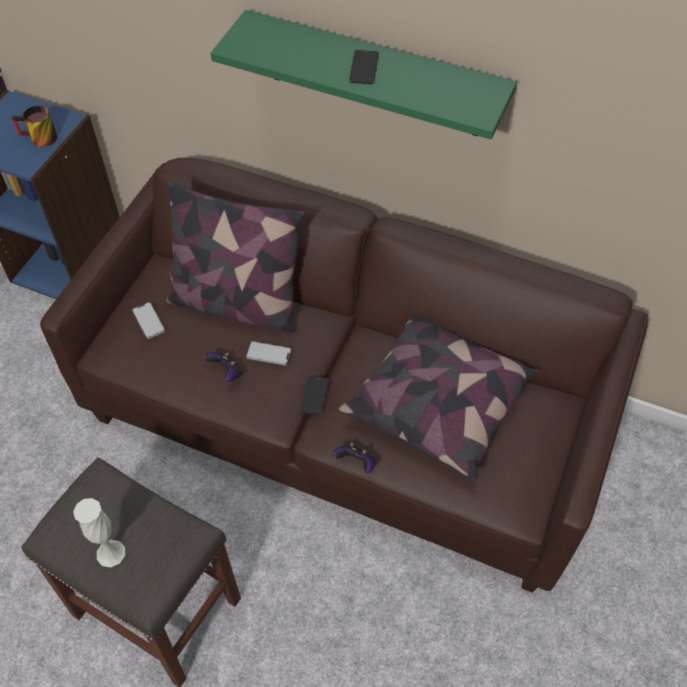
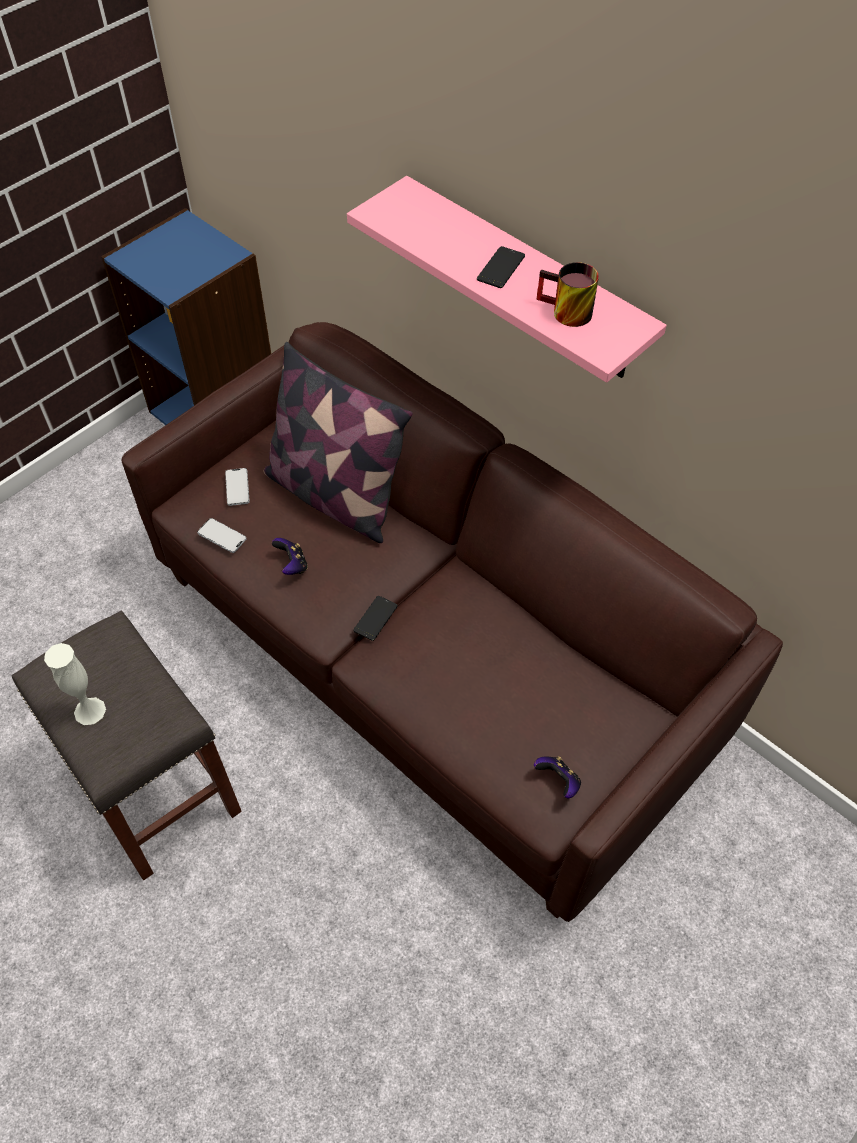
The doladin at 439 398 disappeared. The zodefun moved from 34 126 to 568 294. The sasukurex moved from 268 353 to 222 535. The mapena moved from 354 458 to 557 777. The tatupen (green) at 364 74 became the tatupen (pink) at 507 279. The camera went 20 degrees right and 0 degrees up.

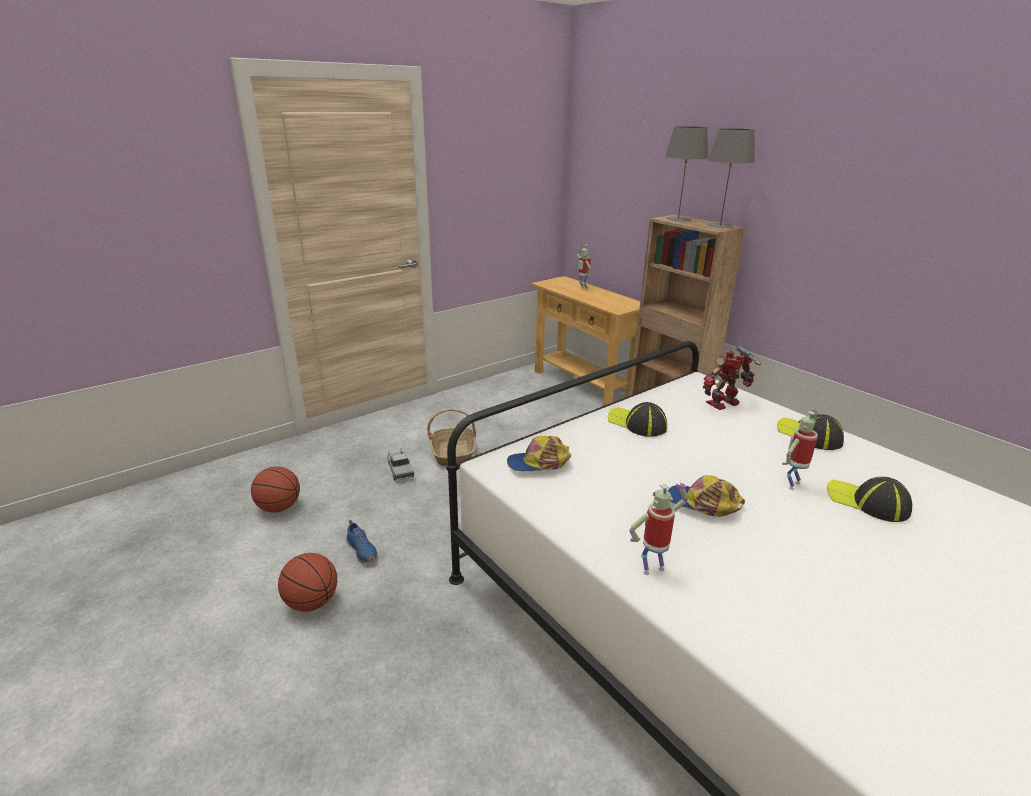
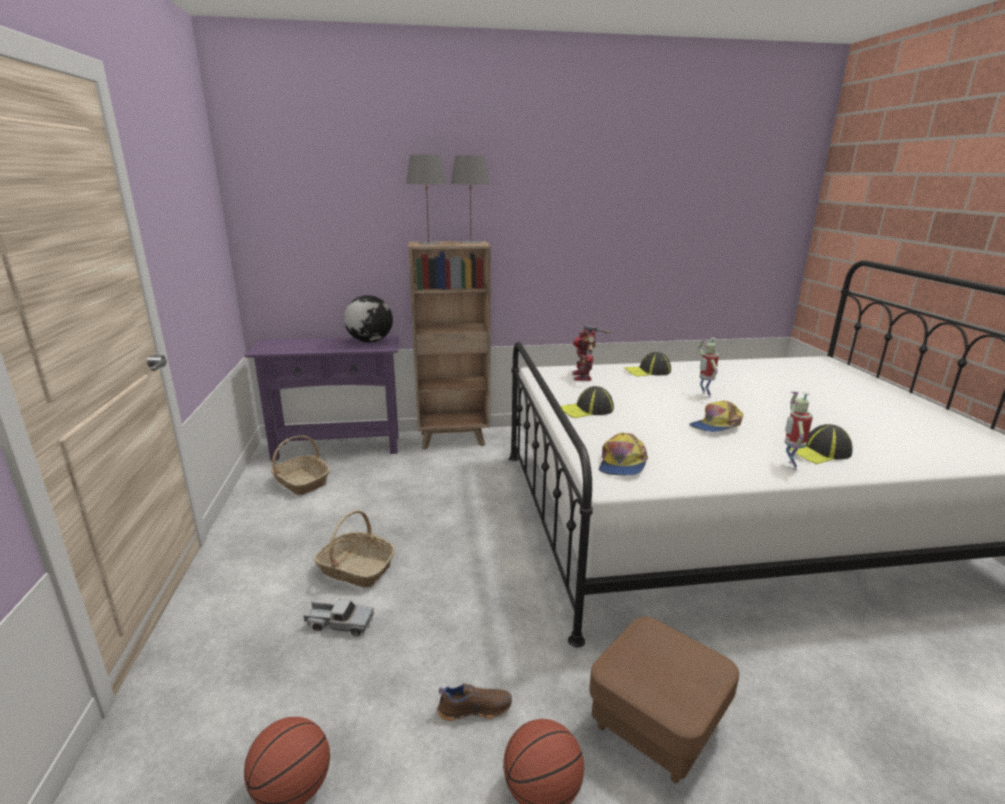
The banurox at 583 267 disappeared. The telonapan at 300 465 appeared. The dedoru at 368 318 appeared. The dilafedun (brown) at 664 700 appeared. The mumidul moved from 869 499 to 821 444. The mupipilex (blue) at 362 541 became the mupipilex (brown) at 474 702. The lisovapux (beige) at 585 341 became the lisovapux (purple) at 322 398. The camera went 60 degrees left and 5 degrees down.

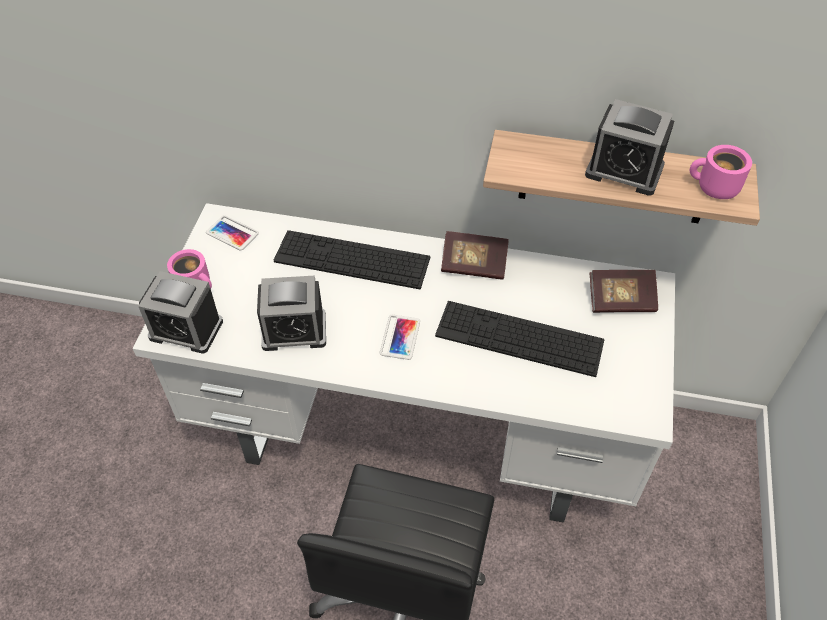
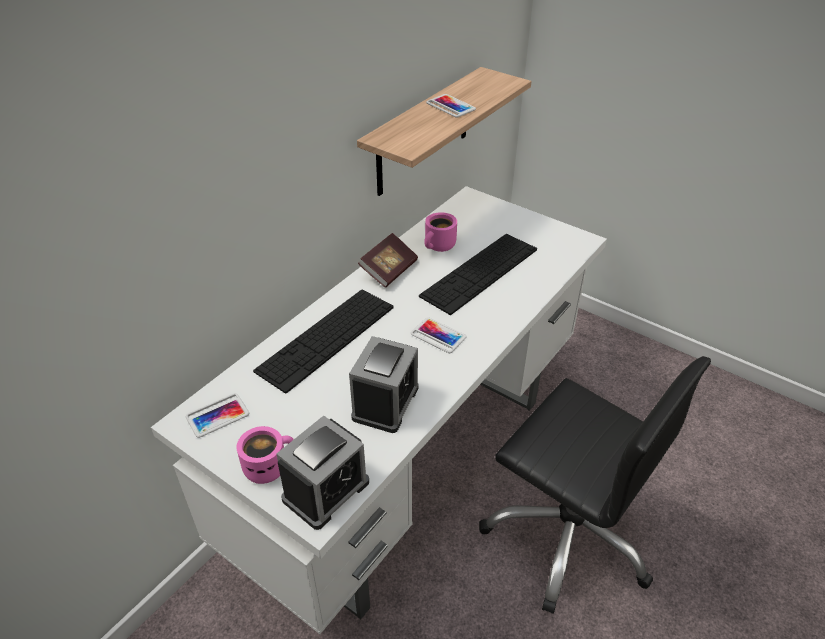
The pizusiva at 624 291 disappeared. The zodefun (pink) moved from 721 172 to 440 232. The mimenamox at 629 147 was replaced by the sasukurex at 451 106. The camera went 65 degrees left and 10 degrees down.

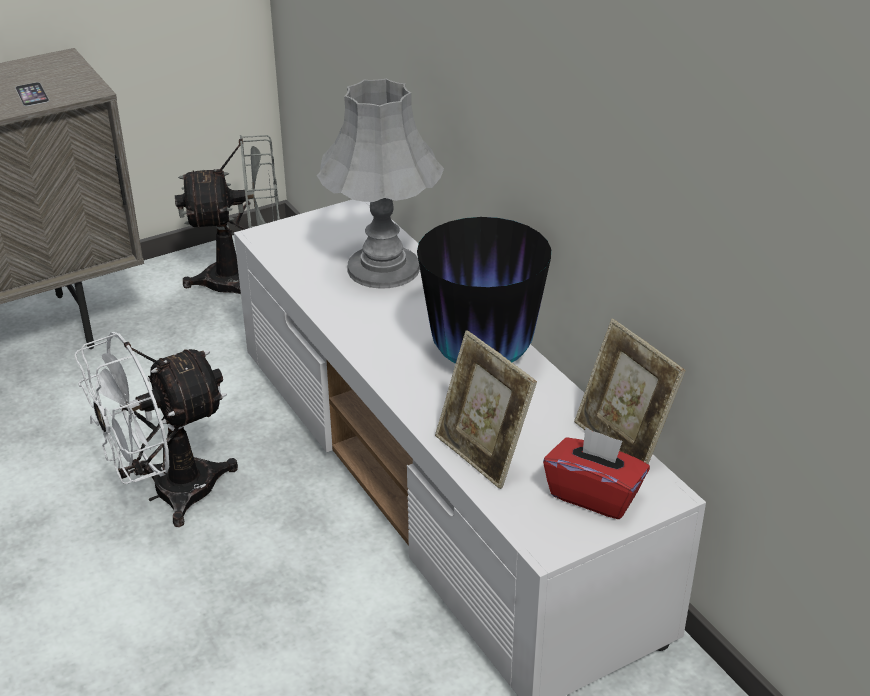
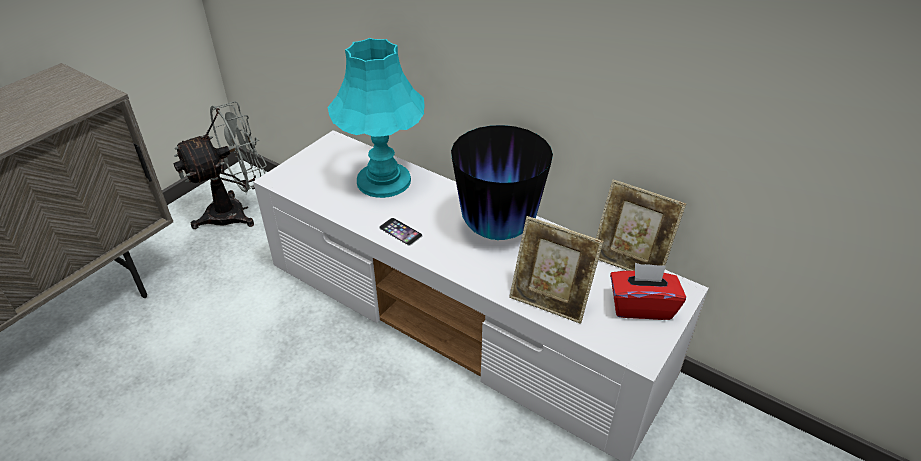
The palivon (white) at 156 429 disappeared. The sasukurex moved from 32 94 to 401 231. The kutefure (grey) at 380 183 became the kutefure (turquoise) at 376 118. The camera went 25 degrees left and 5 degrees up.

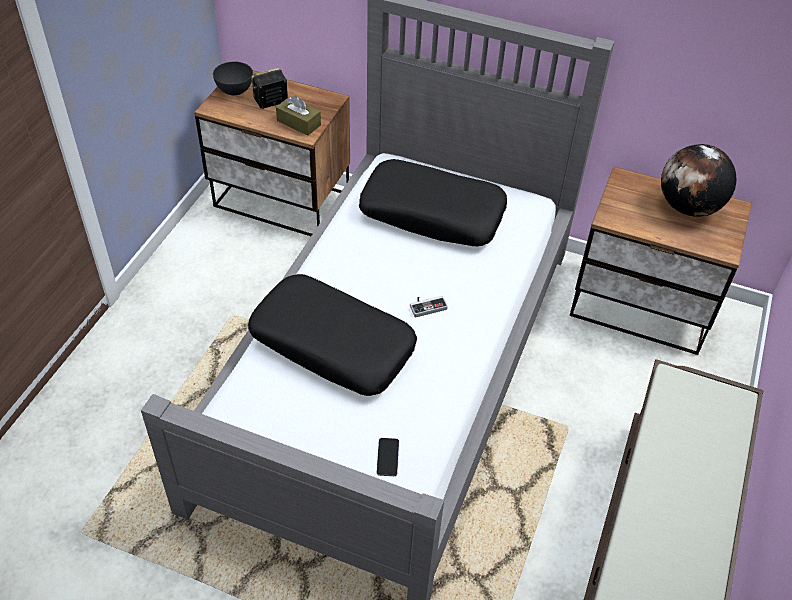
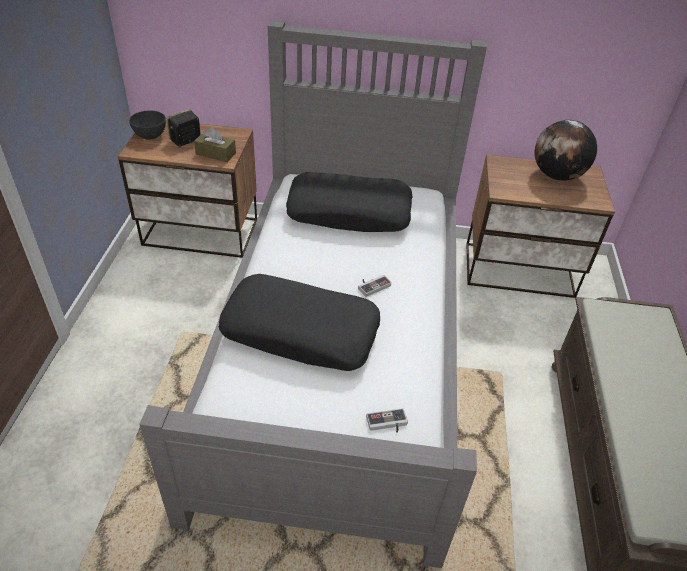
The sasukurex at 388 457 was replaced by the mapena at 387 420. The camera went 15 degrees left and 5 degrees down.

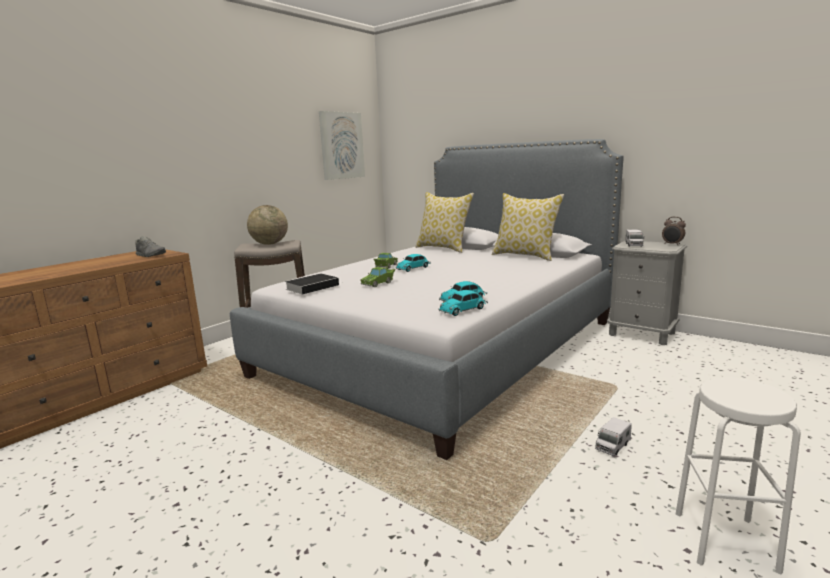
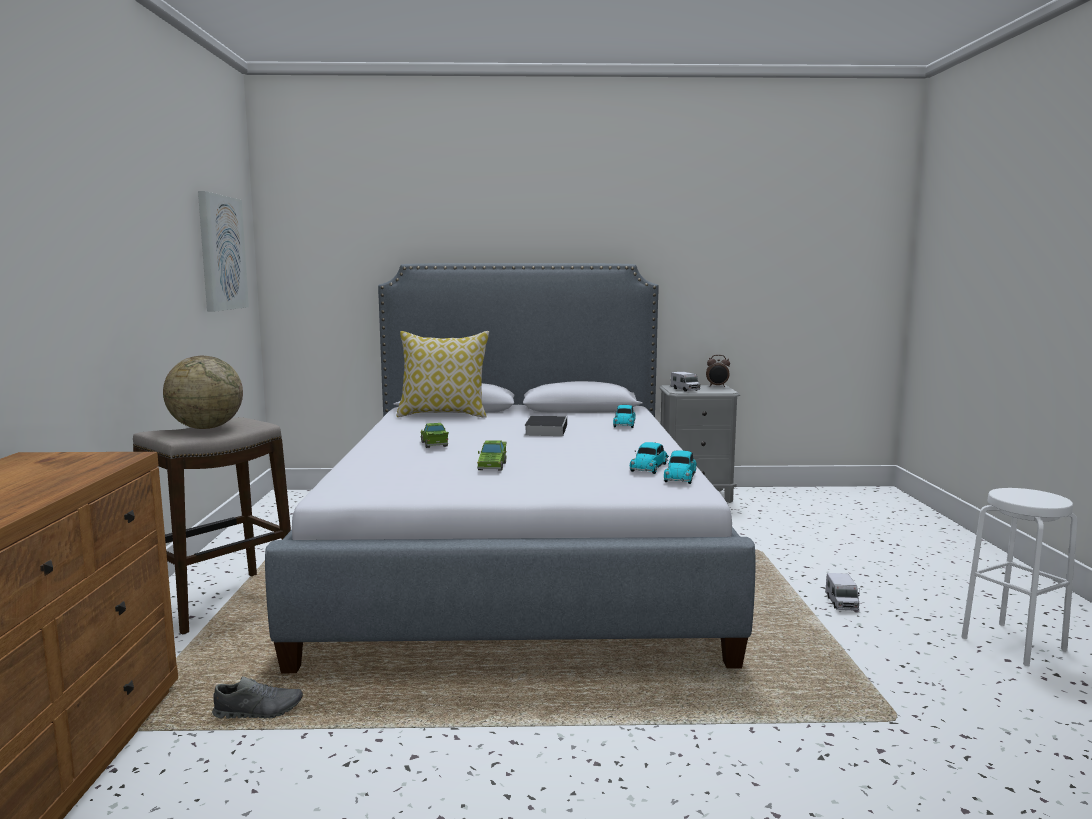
The doladin at 528 227 disappeared. The mupipilex (grey) moved from 151 246 to 257 697. The pizusiva moved from 312 284 to 545 426. The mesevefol moved from 413 263 to 624 416. The camera went 40 degrees left and 5 degrees down.

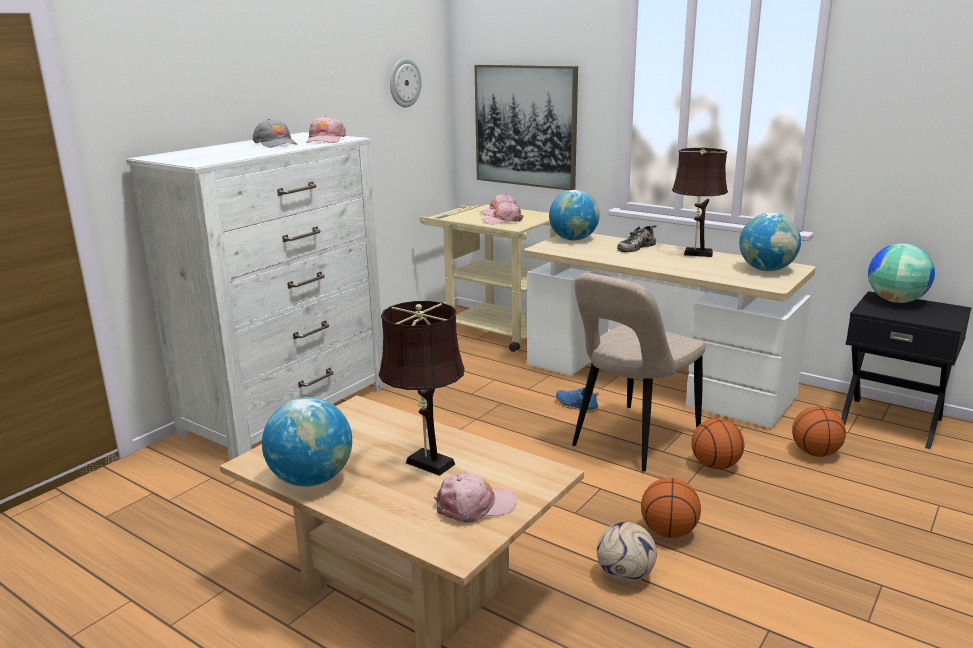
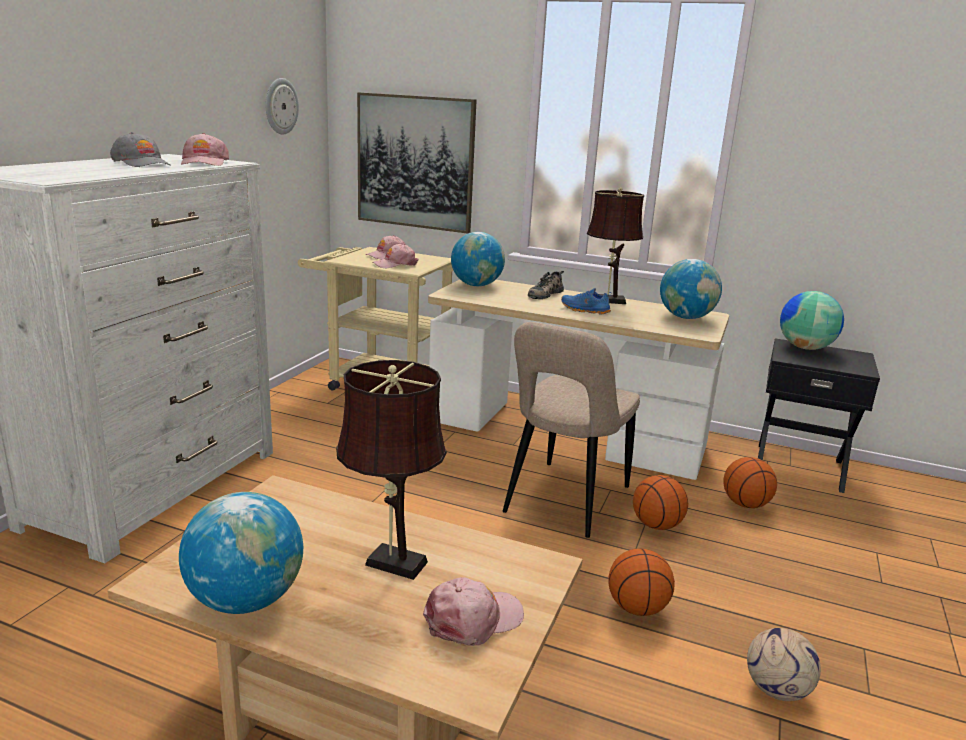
The mupipilex (blue) moved from 577 400 to 586 301. The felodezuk moved from 627 552 to 784 664. The camera went 15 degrees left and 0 degrees up.

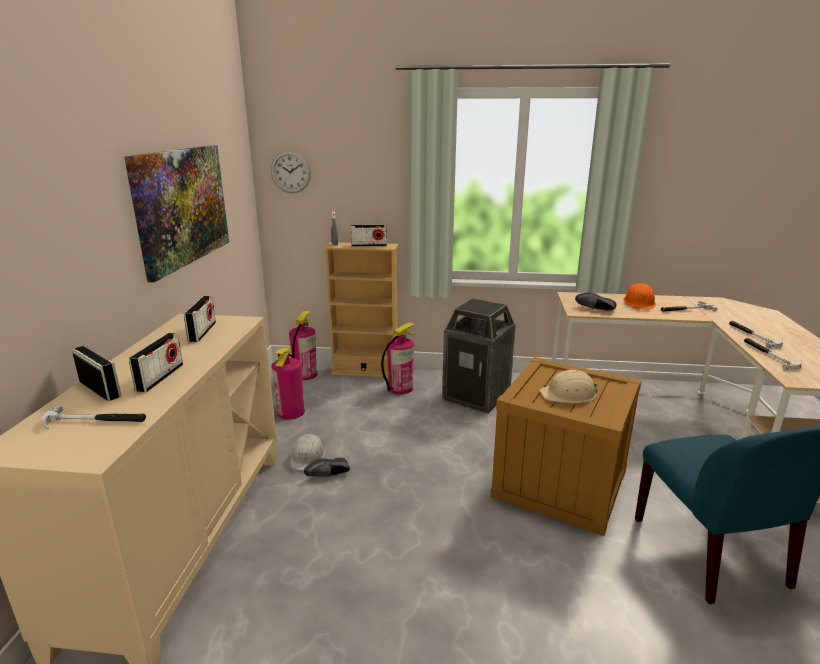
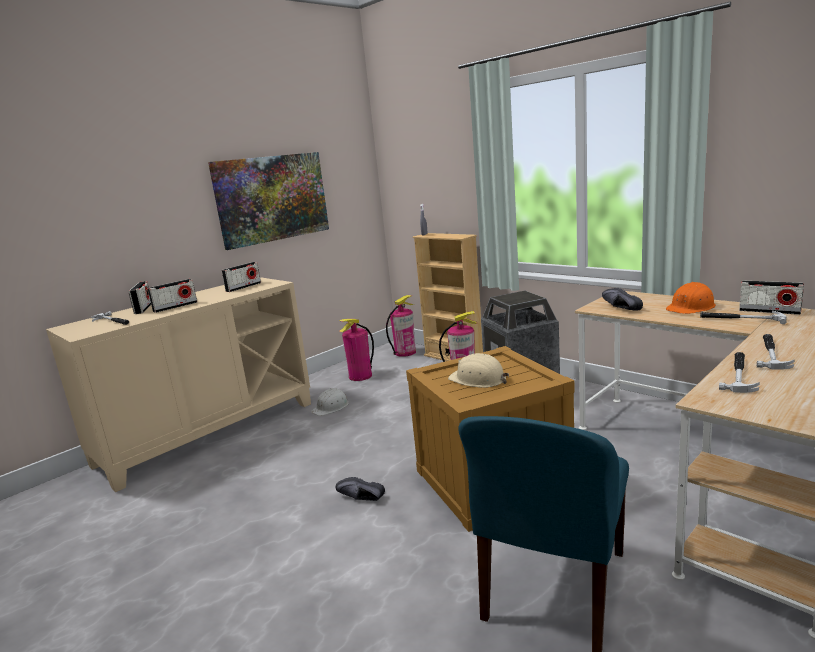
The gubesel at 291 172 disappeared. The mupipilex (black) moved from 327 467 to 360 489. The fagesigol moved from 369 236 to 771 298. The camera went 40 degrees right and 5 degrees down.

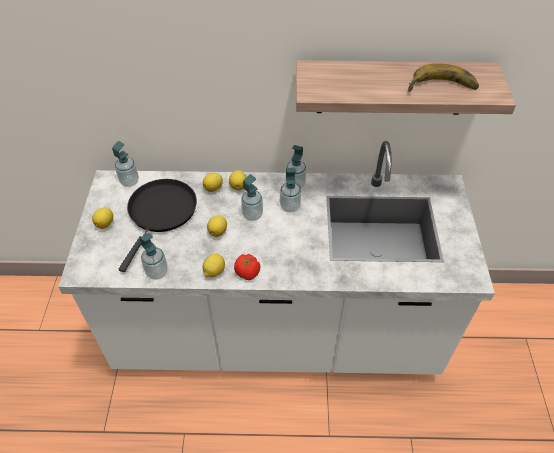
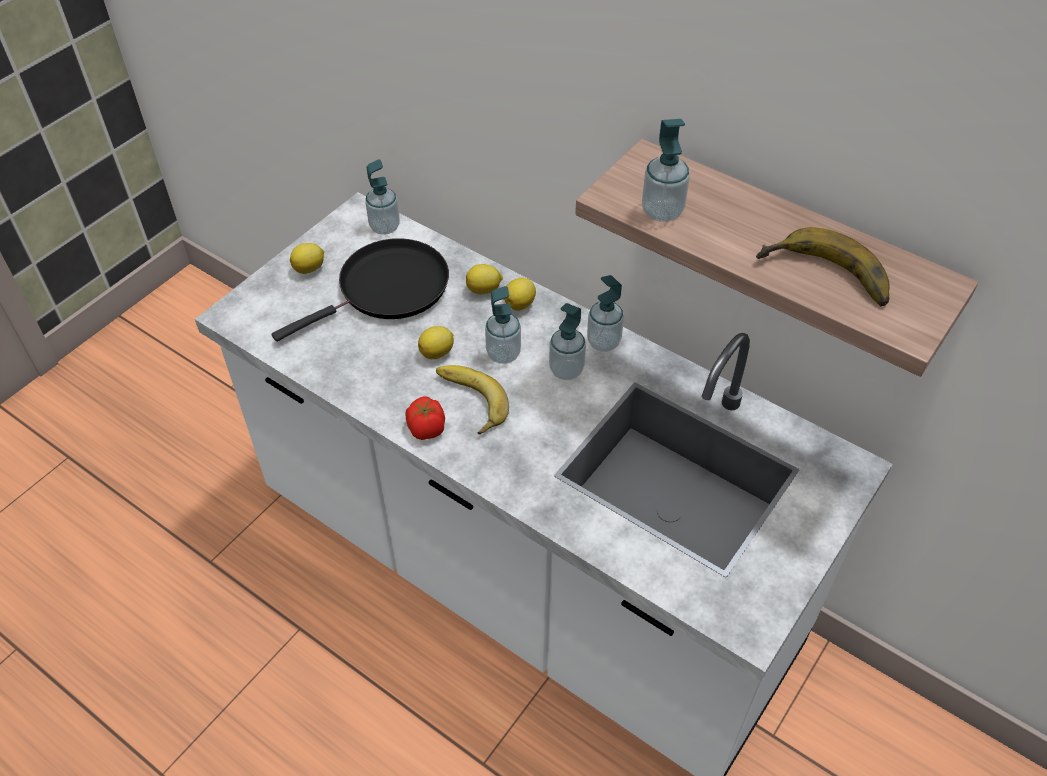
The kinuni at 214 265 disappeared. The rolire at 472 399 appeared. The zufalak moved from 154 256 to 666 170. The camera went 35 degrees right and 0 degrees up.

